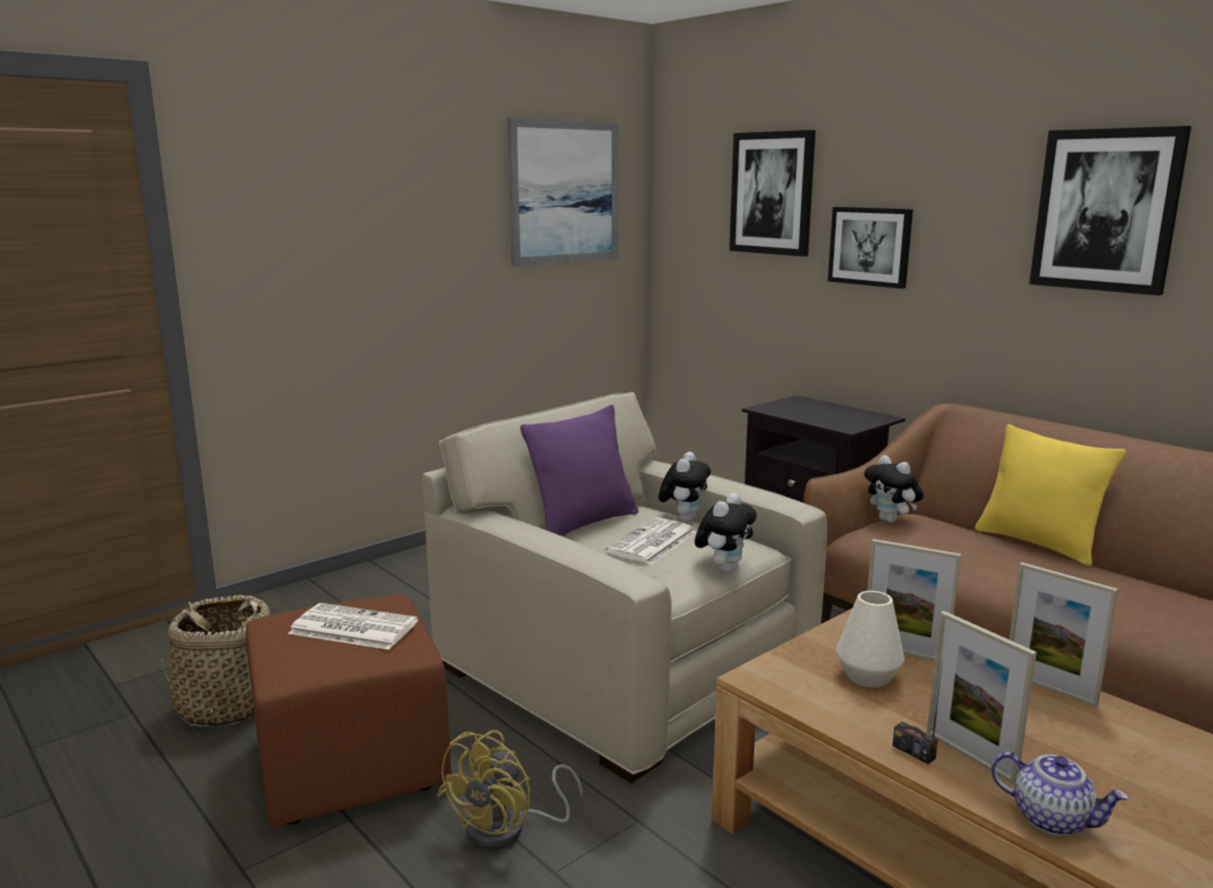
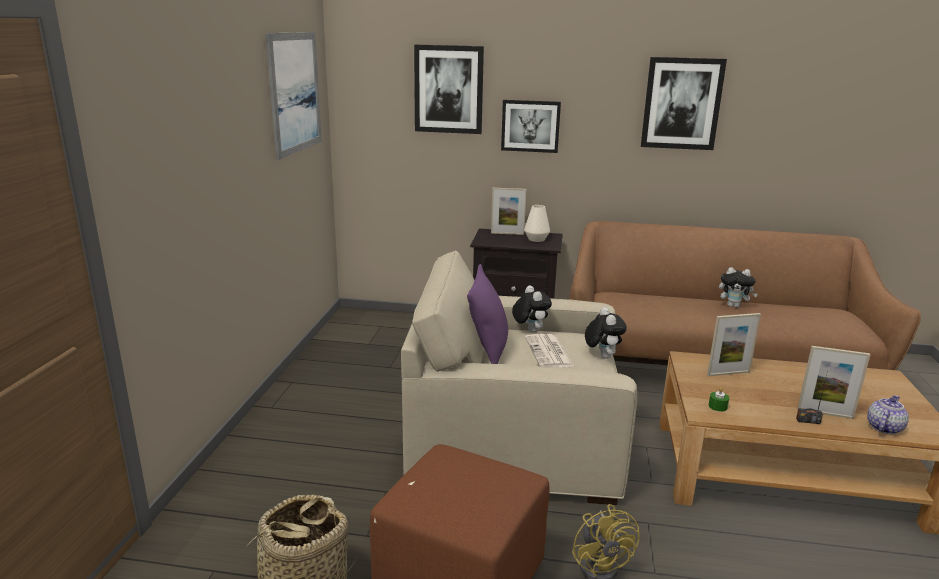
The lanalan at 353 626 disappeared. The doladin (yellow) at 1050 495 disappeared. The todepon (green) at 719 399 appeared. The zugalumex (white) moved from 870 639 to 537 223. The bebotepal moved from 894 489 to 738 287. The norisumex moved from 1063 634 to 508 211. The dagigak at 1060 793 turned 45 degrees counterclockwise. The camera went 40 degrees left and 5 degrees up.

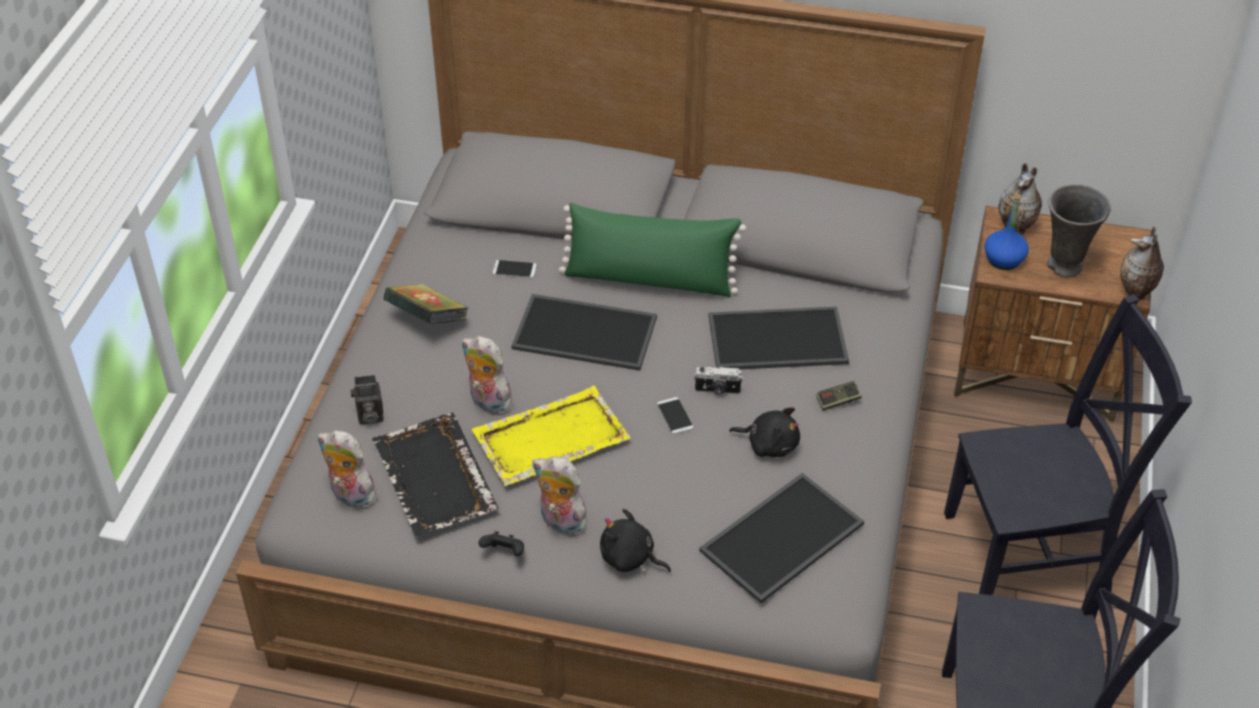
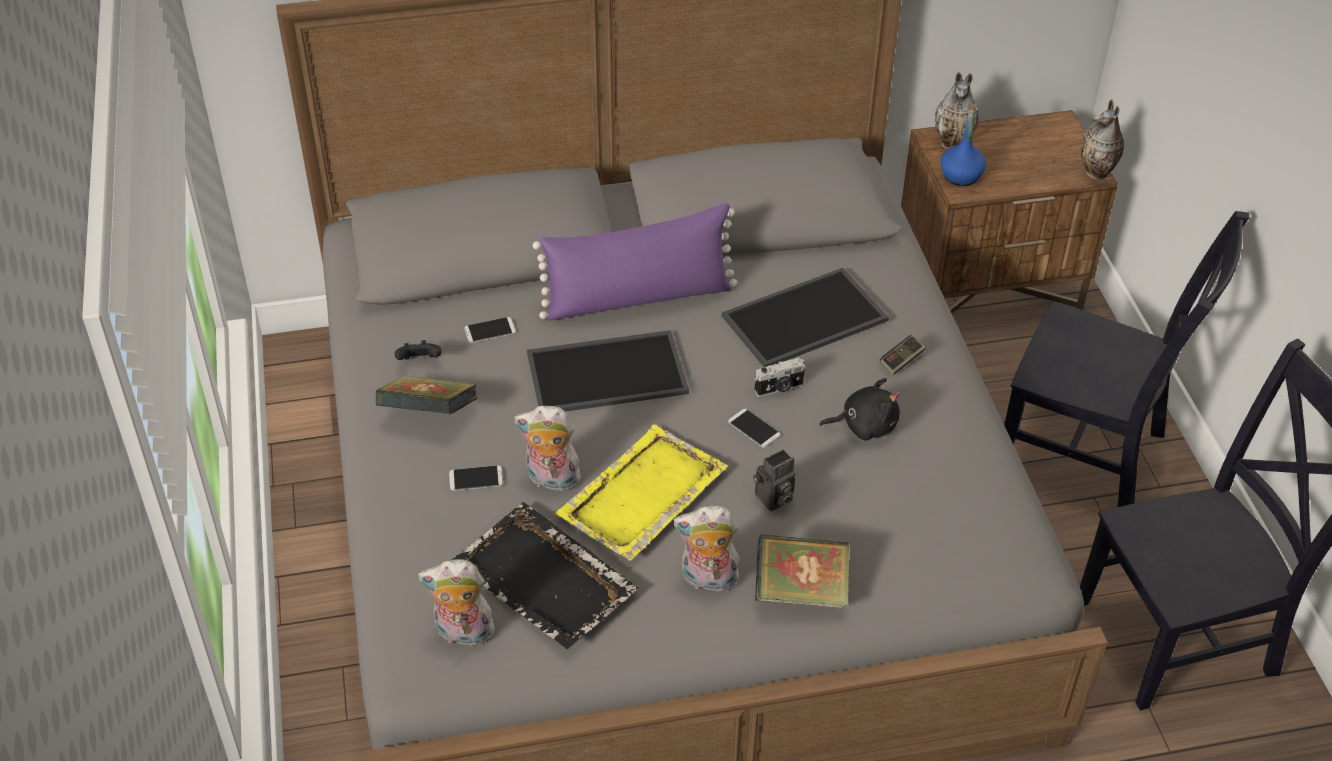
The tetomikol at 781 538 disappeared. The zugalumex (grey) at 1079 231 disappeared. The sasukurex at 476 478 appeared. The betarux moved from 367 399 to 774 480. The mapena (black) moved from 501 543 to 418 350. The bebotepal (black) at 635 541 was replaced by the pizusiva at 802 571. The doladin (green) at 652 250 became the doladin (purple) at 635 262. The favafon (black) at 1068 444 turned 60 degrees clockwise. The camera went 25 degrees left and 0 degrees up.

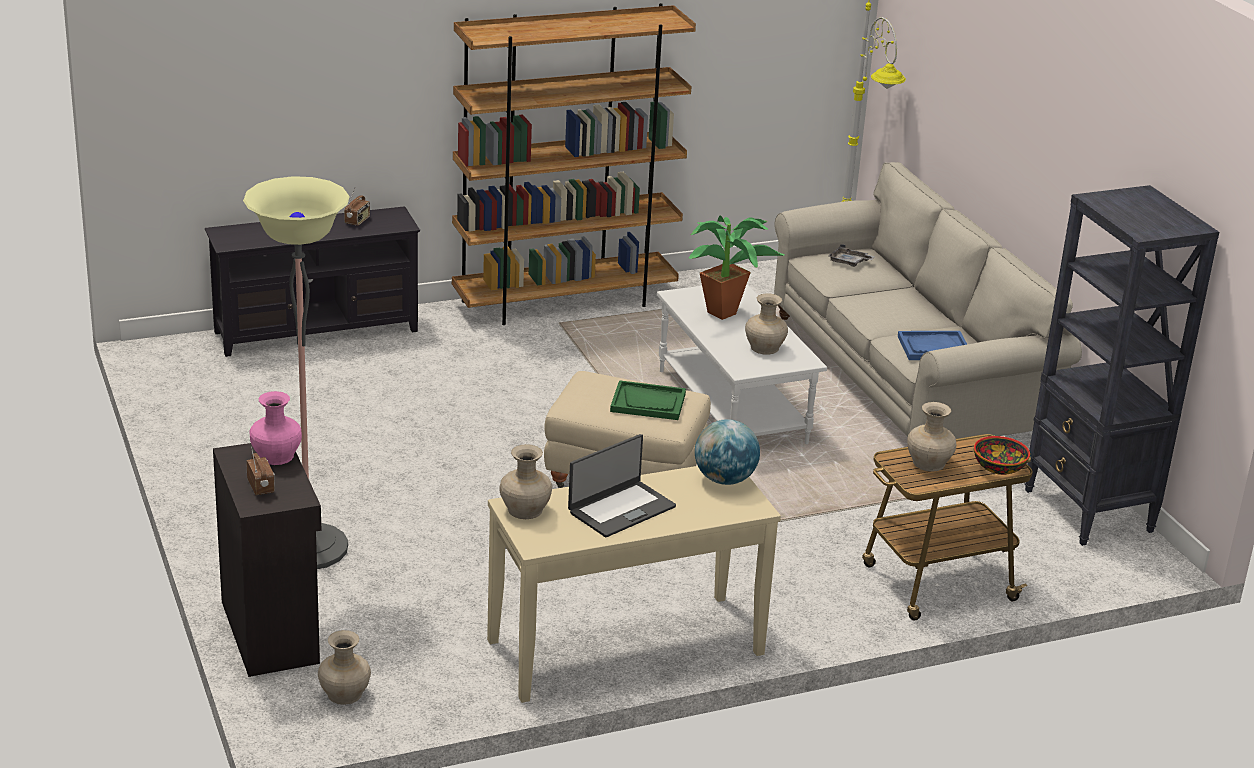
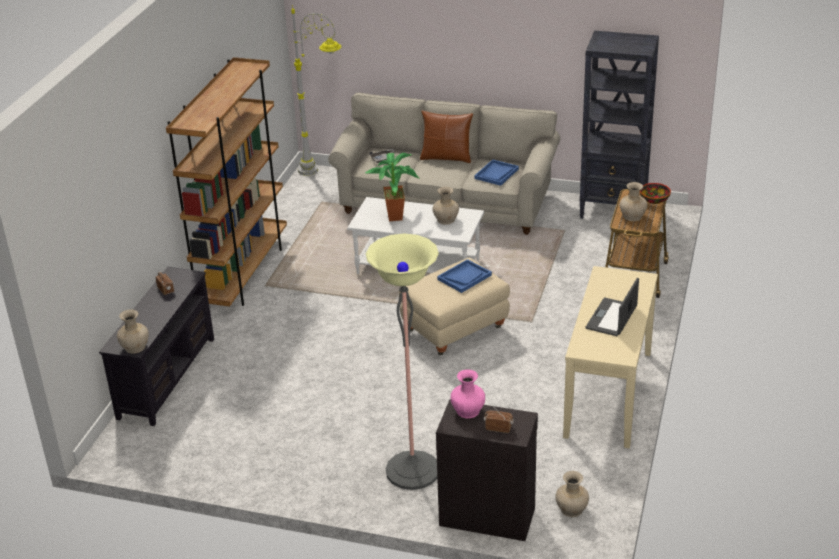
The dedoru at 727 452 disappeared. The doladin (brown) at 446 136 appeared. The zugalumex (beige) moved from 525 481 to 133 331. The tetomikol (green) at 648 400 became the tetomikol (blue) at 464 276. The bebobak at 622 485 turned 150 degrees counterclockwise. The camera went 50 degrees left and 5 degrees up.

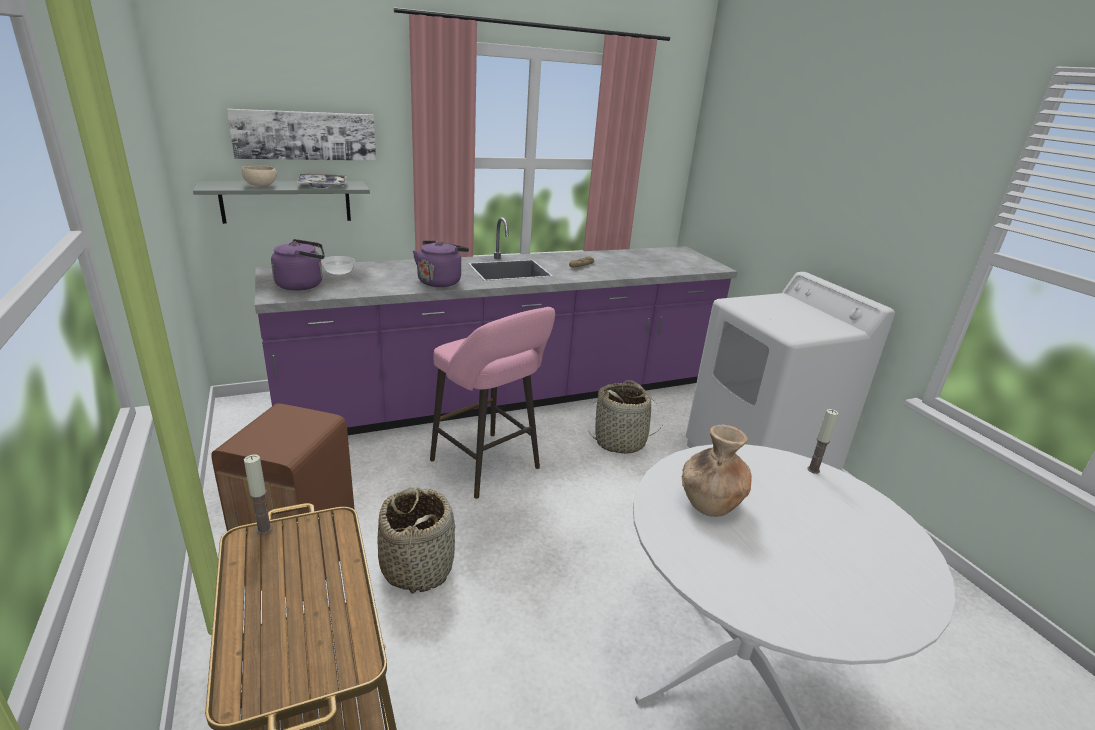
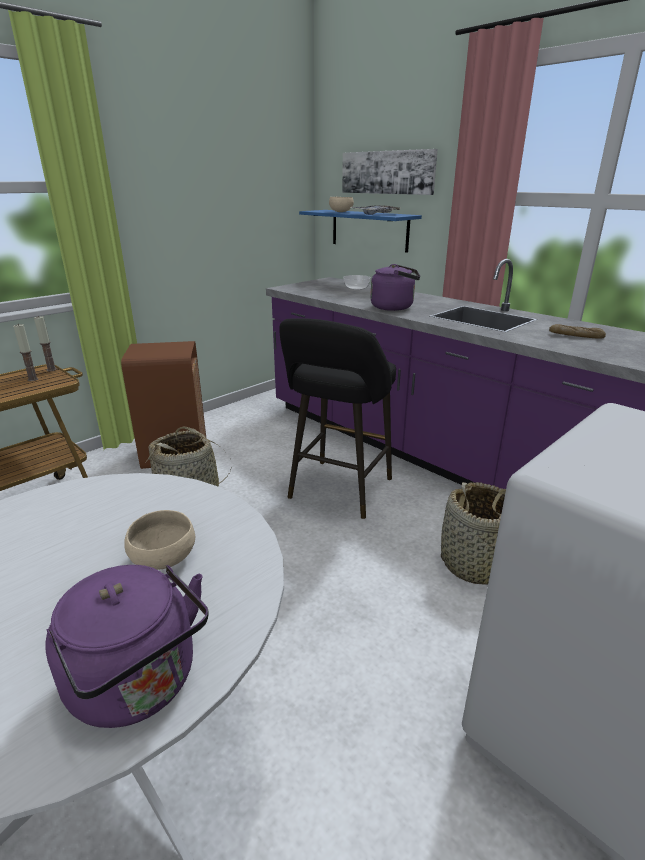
The zugalumex (brown) at 717 471 disappeared. The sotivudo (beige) at 159 540 appeared. The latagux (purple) moved from 298 264 to 127 646. The todepon moved from 823 441 to 25 352. The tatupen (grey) at 281 202 became the tatupen (blue) at 360 231. The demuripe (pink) at 492 403 became the demuripe (black) at 337 418. The camera went 70 degrees right and 0 degrees up.

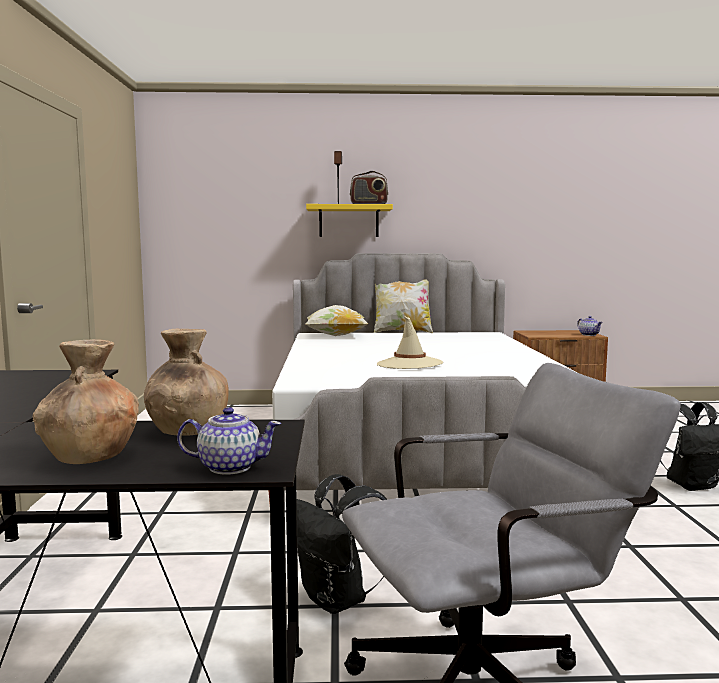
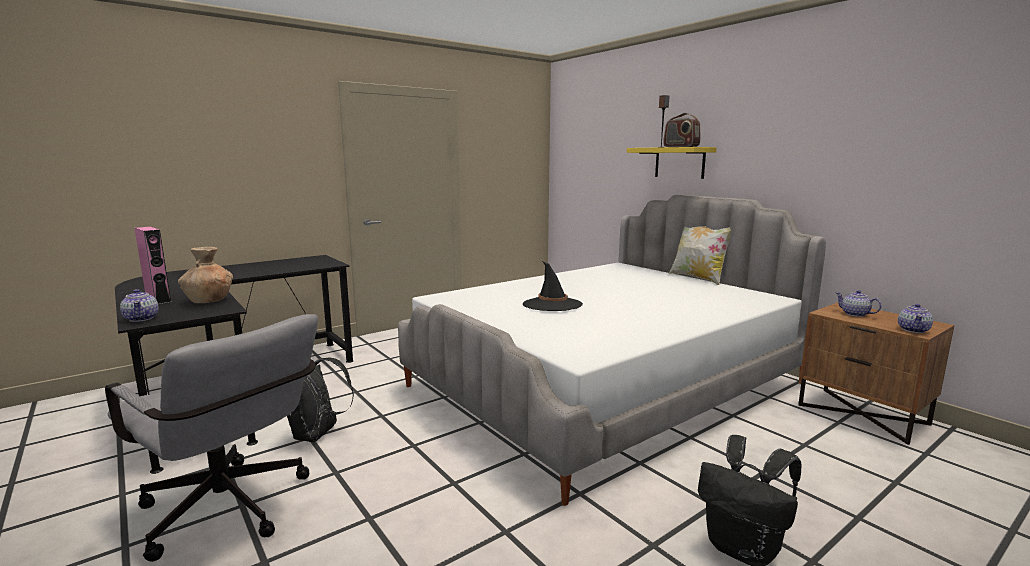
The doladin at 337 320 disappeared. The dagigak at 858 303 appeared. The zugalumex (brown) at 86 401 was replaced by the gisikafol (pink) at 153 265. The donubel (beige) at 410 342 became the donubel (black) at 553 286. The camera went 55 degrees right and 5 degrees up.

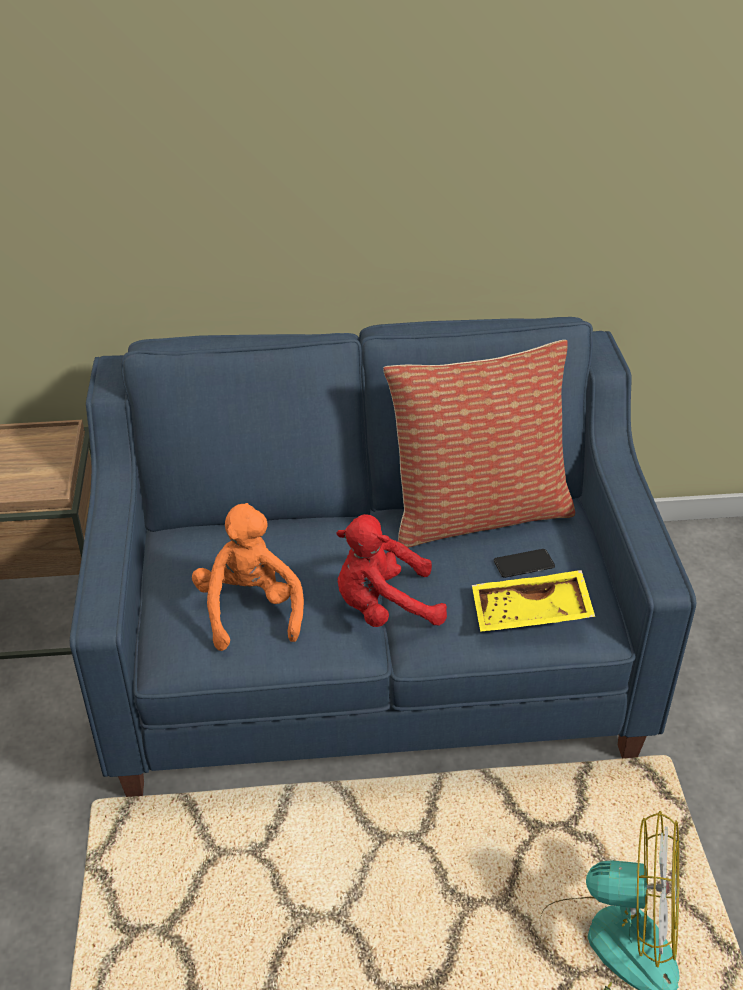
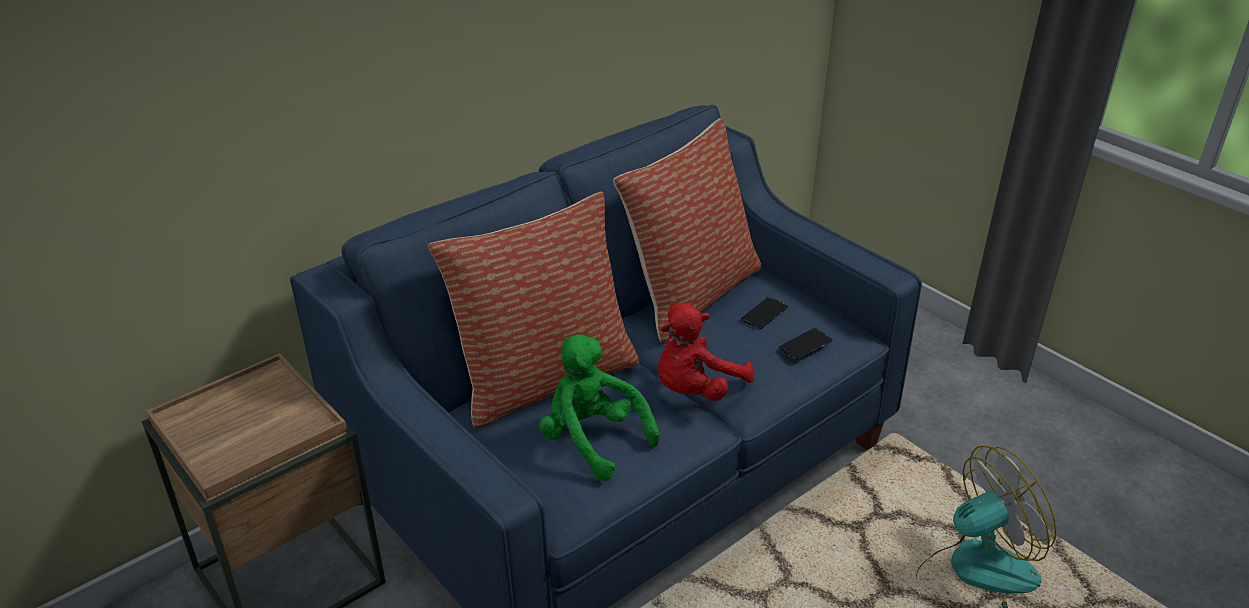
The doladin at 533 310 appeared. The tetomikol (yellow) at 533 601 was replaced by the sasukurex at 805 344. The bebotepal (orange) at 248 577 became the bebotepal (green) at 599 407. The camera went 35 degrees left and 5 degrees down.

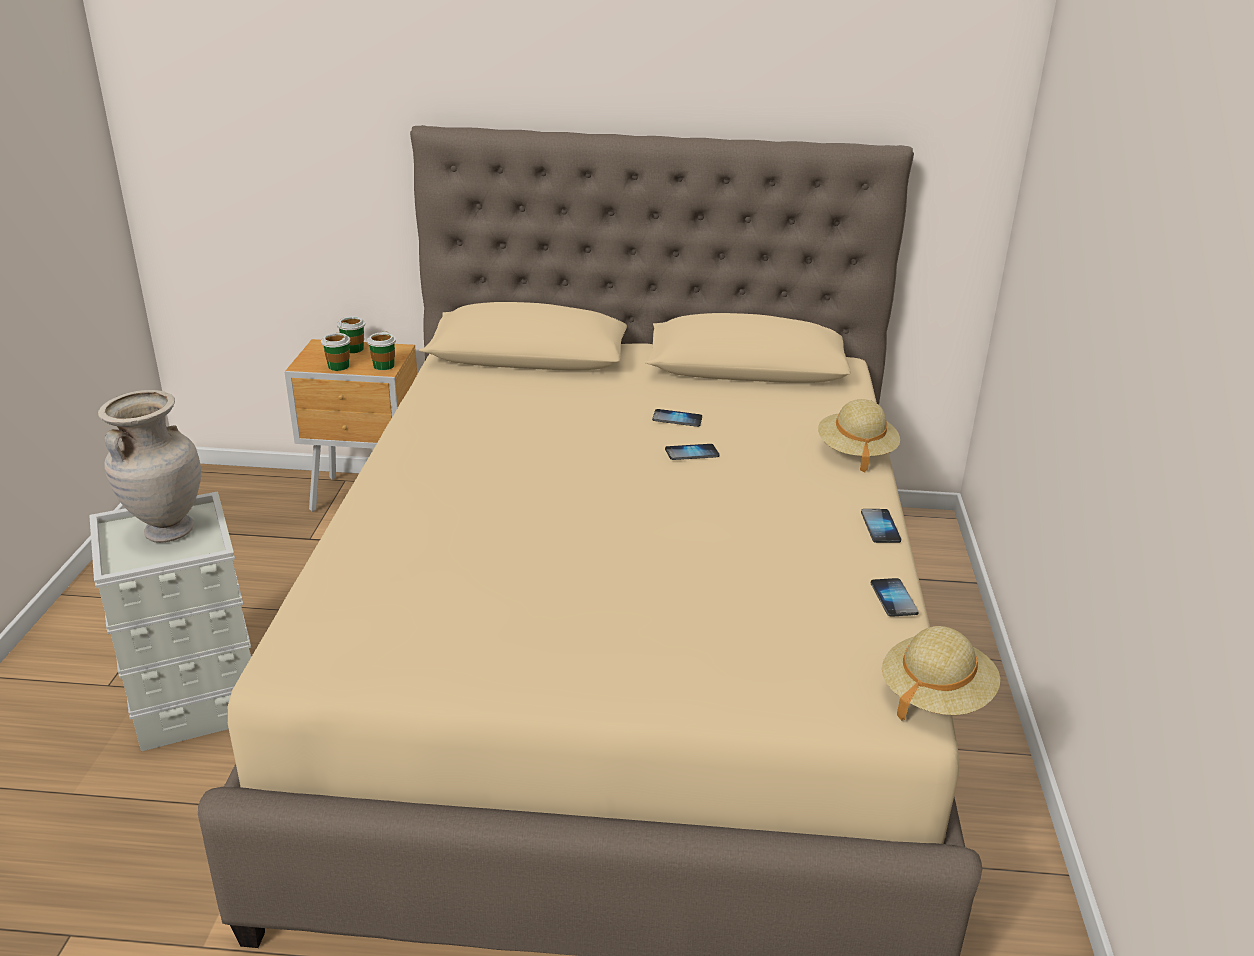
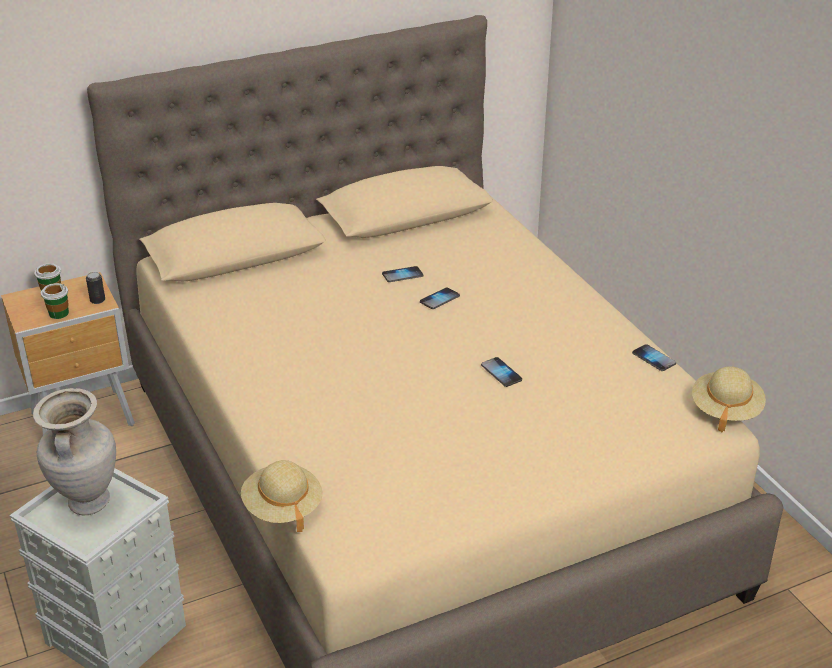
The donubel (beige) moved from 859 435 to 282 496. The sasukurex moved from 881 526 to 501 372. The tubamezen at 381 350 was replaced by the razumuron at 95 288. The camera went 30 degrees left and 5 degrees up.

